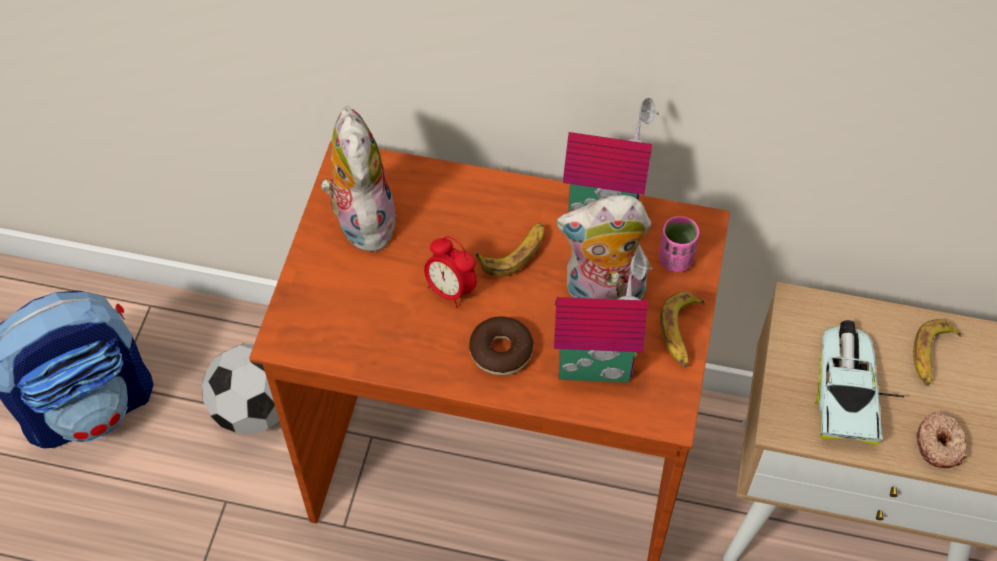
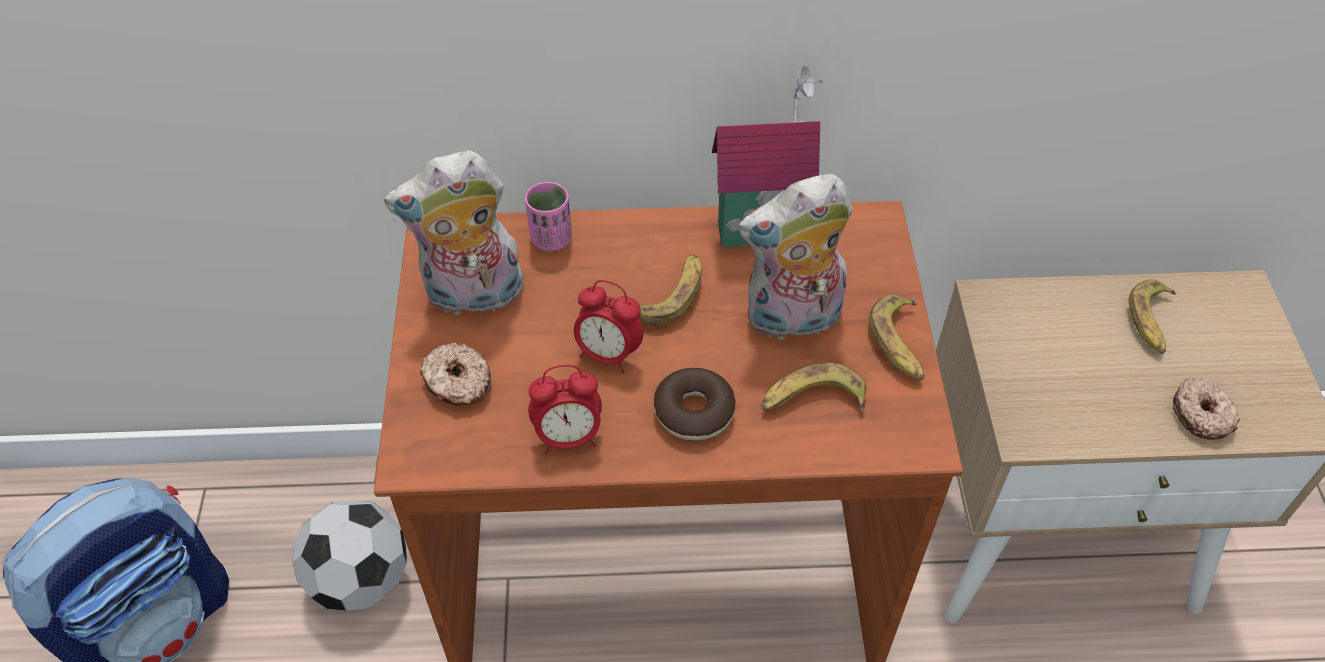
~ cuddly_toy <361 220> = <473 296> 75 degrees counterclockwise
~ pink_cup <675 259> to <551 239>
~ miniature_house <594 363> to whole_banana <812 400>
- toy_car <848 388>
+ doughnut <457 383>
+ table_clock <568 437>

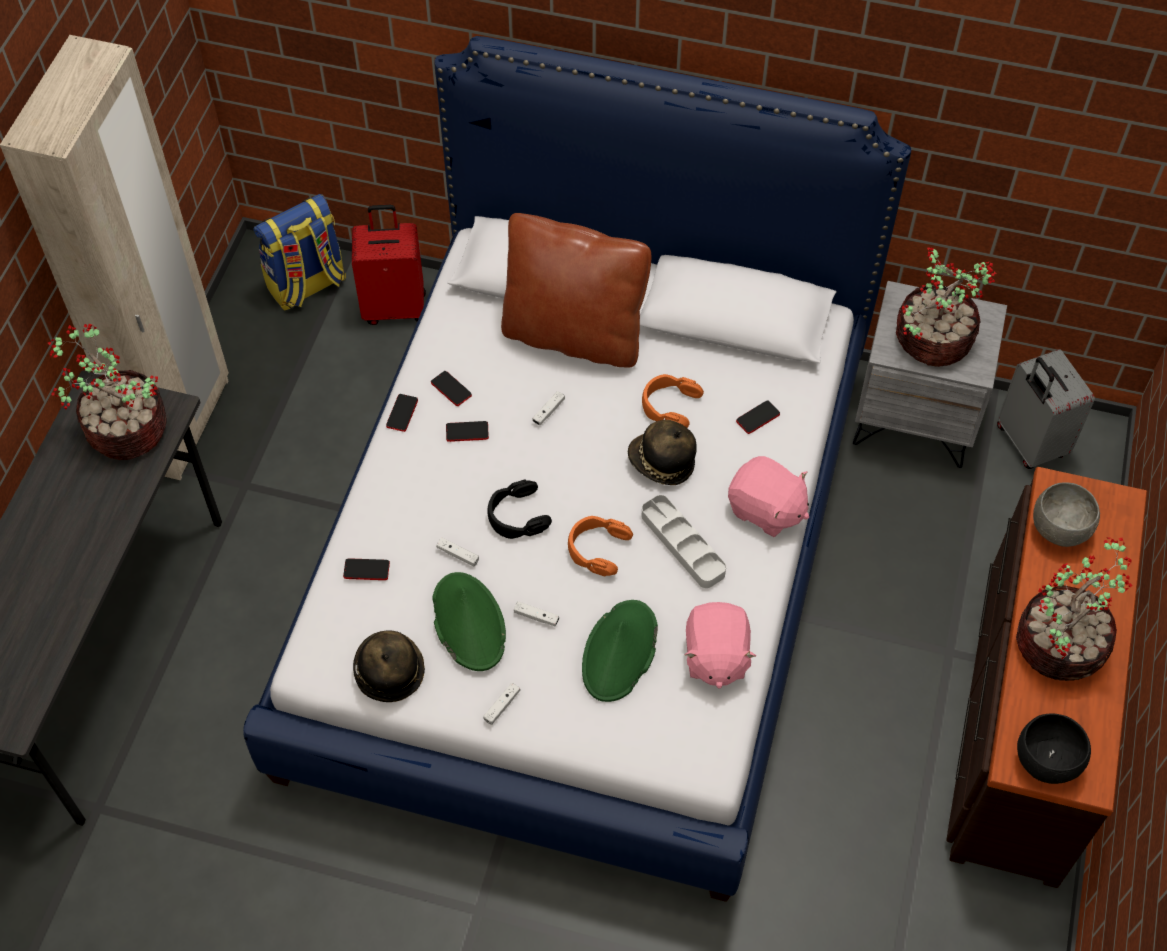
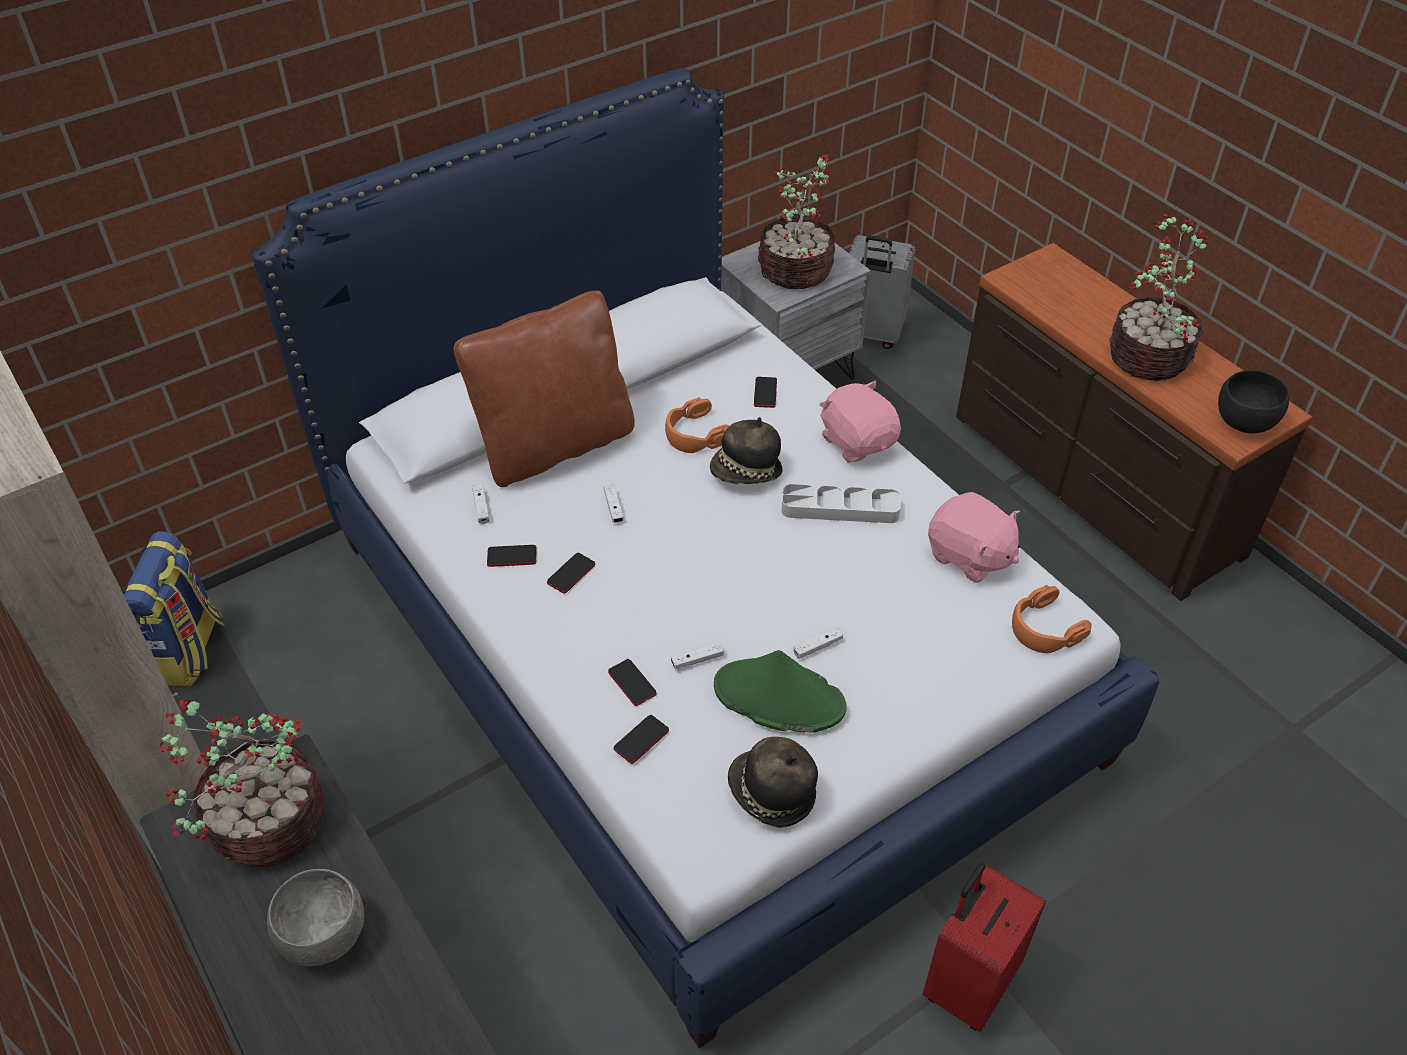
~ reddish_suitcase <395 307> to <968 983>
~ handset <402 413> to <632 683>
~ pink_cuddly_toy <766 510> = <857 442> 105 degrees counterclockwise
- black_pair_of_headphones <517 516>
~ grey_bowl <1059 530> to <326 937>
~ orangey_pair_of_headphones <597 549> to <1044 628>
- greenish_wearable_hat <619 652>
~ whitish_game_controller <502 706> to <481 507>

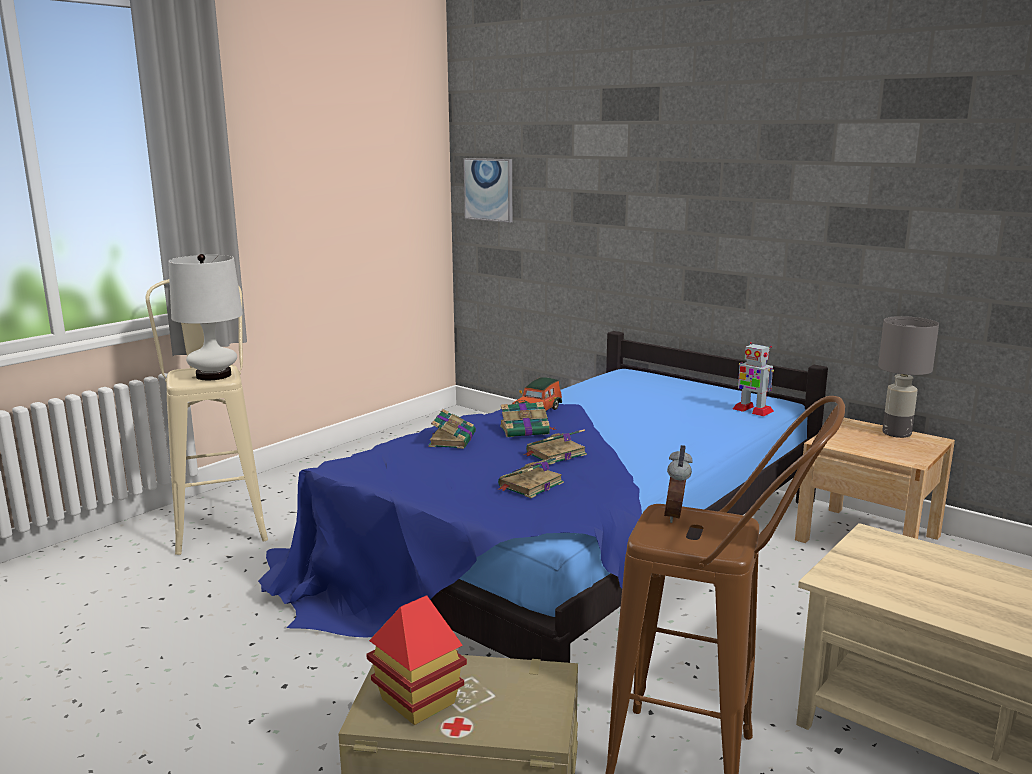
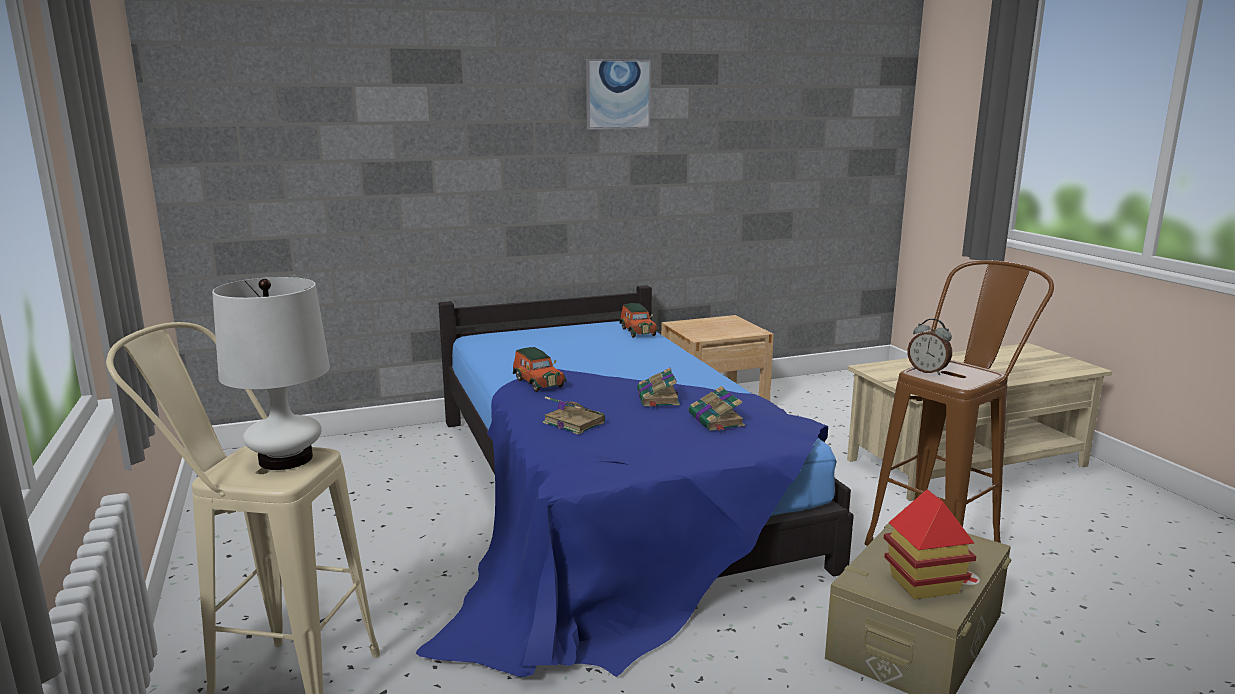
~ wall_picture <489 189> to <618 94>
- grey_lamp_for_a_table <896 434>
~ model_robot <752 410> to toy_car <637 331>
- volume <526 430>

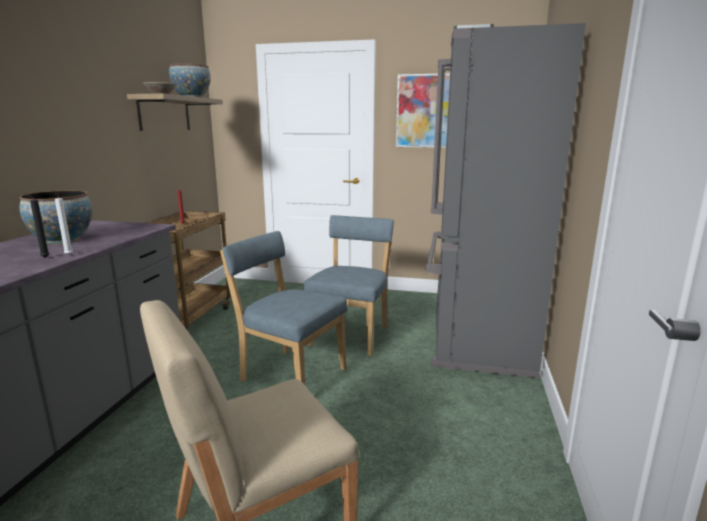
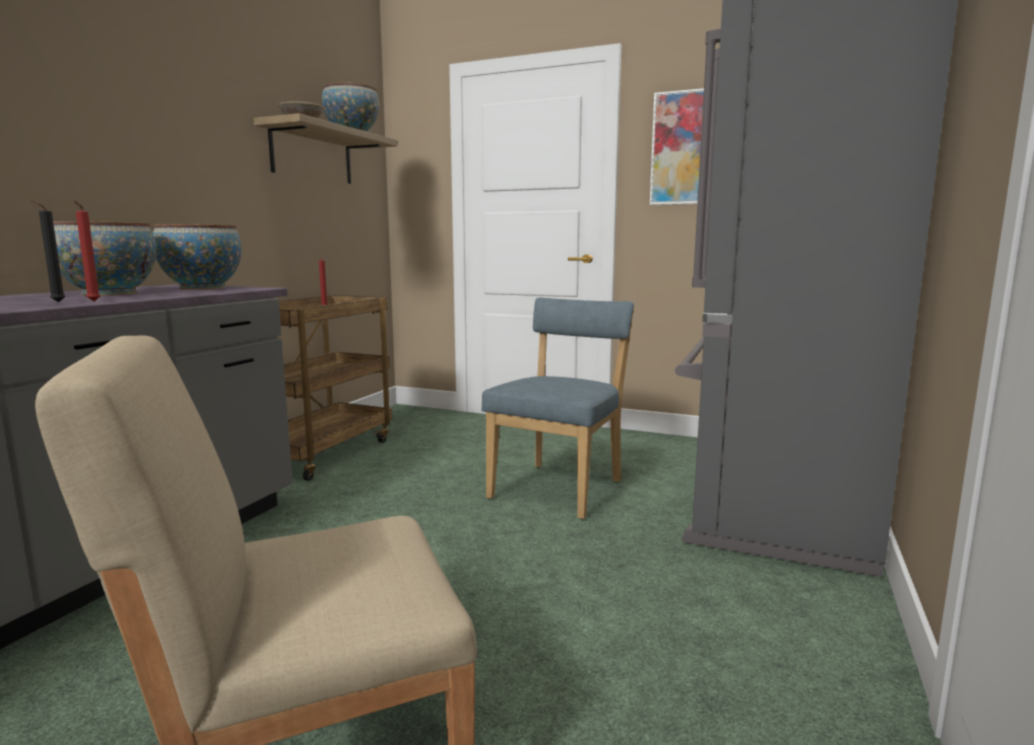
~ whitish_wax_candle <68 255> to reddish_wax_candle <92 301>
- blue-coloured_chair <289 374>
+ bowl <202 288>

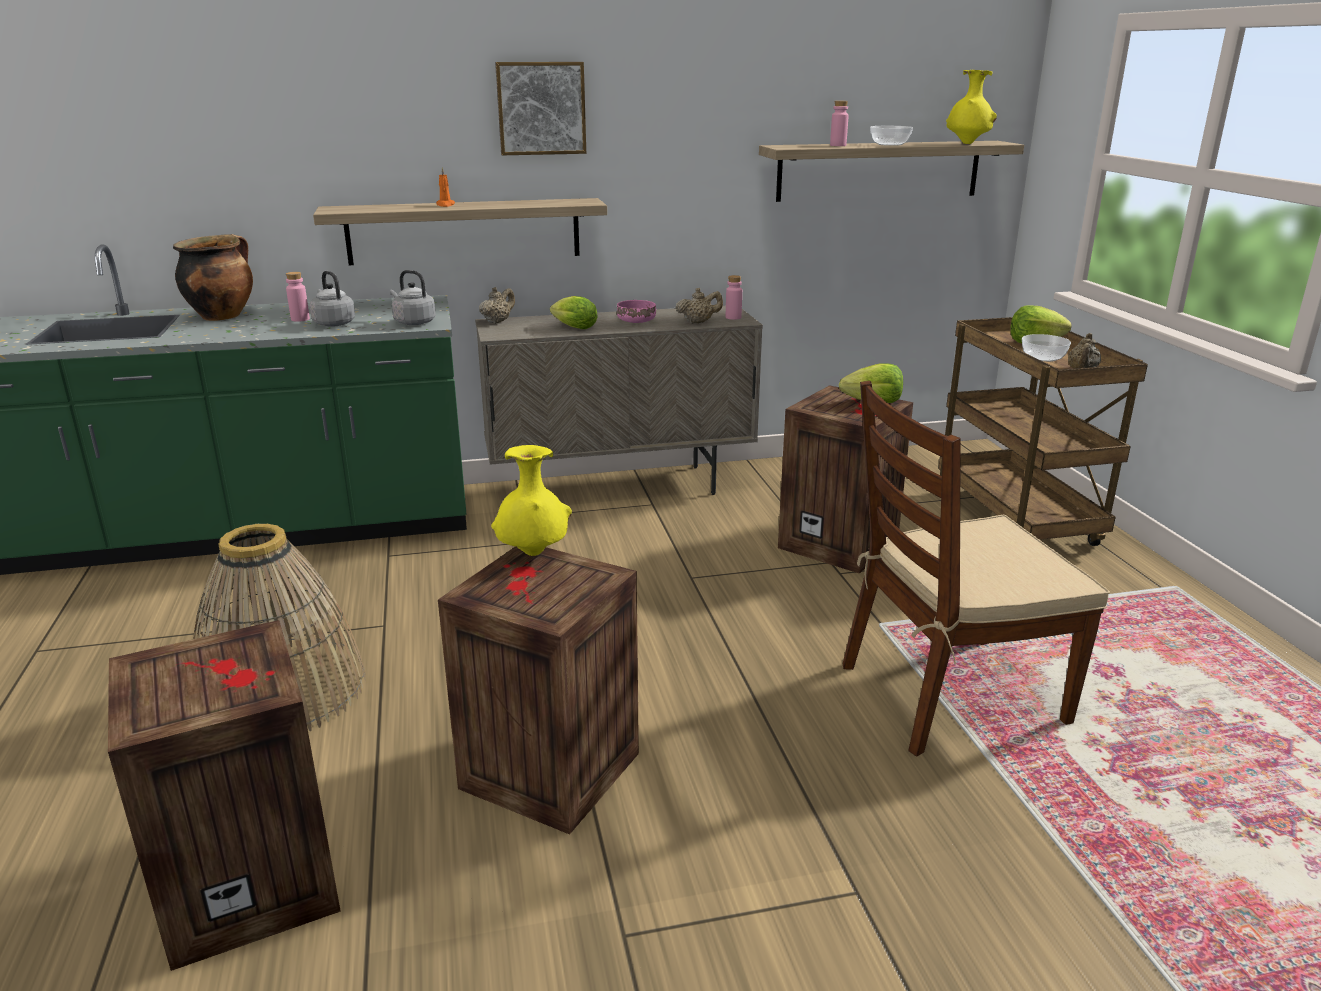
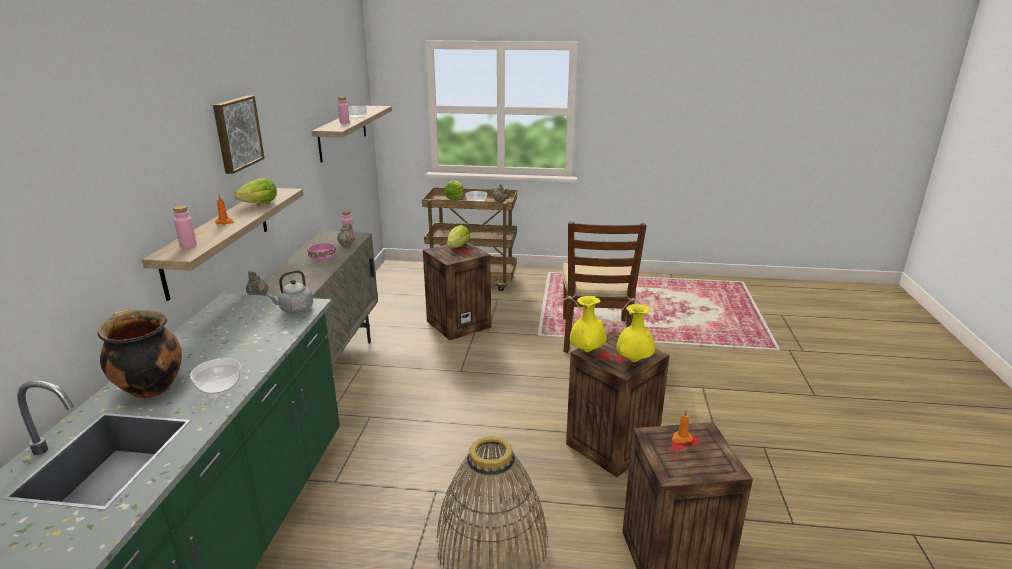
~ yellow_decorative_vase <967 144> to <634 360>
- grey_water_kettle <333 323>
~ pink_bottle <300 319> to <188 245>
~ head_of_lettuce <572 327> to <257 204>
+ bowl <219 385>
+ orangey_wax_candle <681 438>

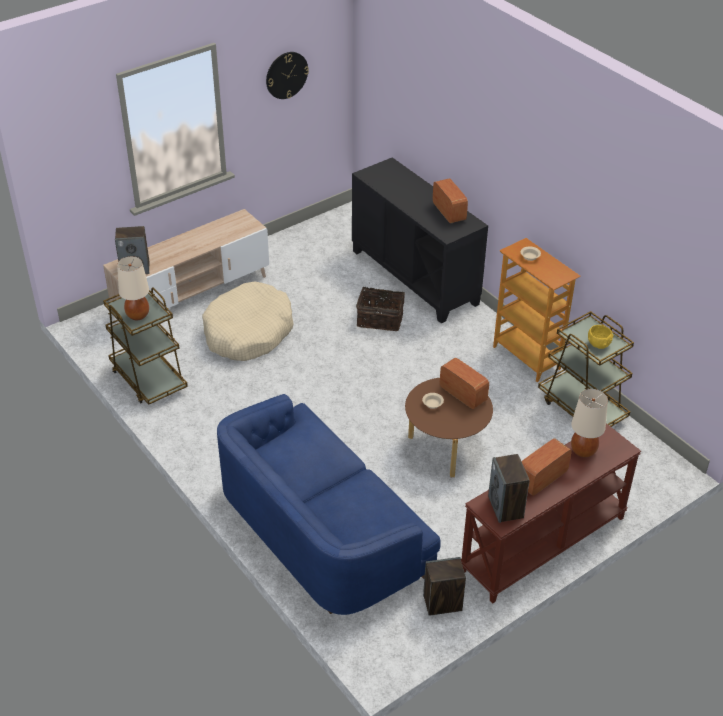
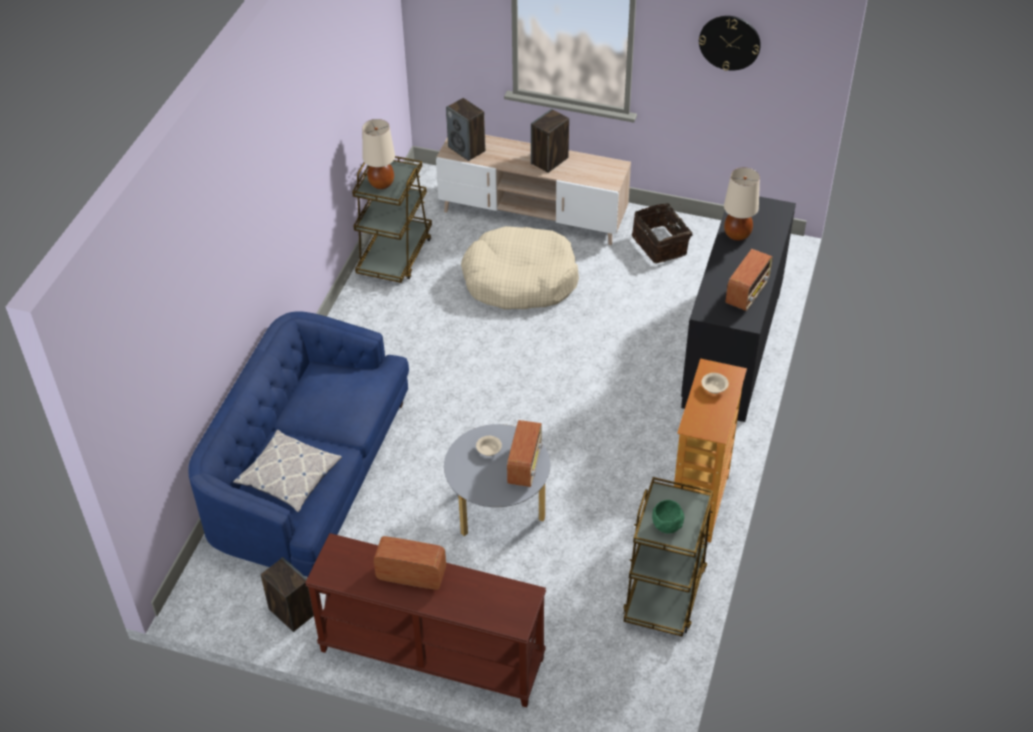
~ household_basket <380 319> to <661 244>
~ yellow_bowl <598 344> to greenish_bowl <667 525>
~ brownish_coffee_table <445 448> to grey_coffee_table <498 508>
~ beige-coloured_lamp_for_a_table <583 451> to <737 235>
~ speaker <506 507> to <549 161>
+ pillow <289 476>

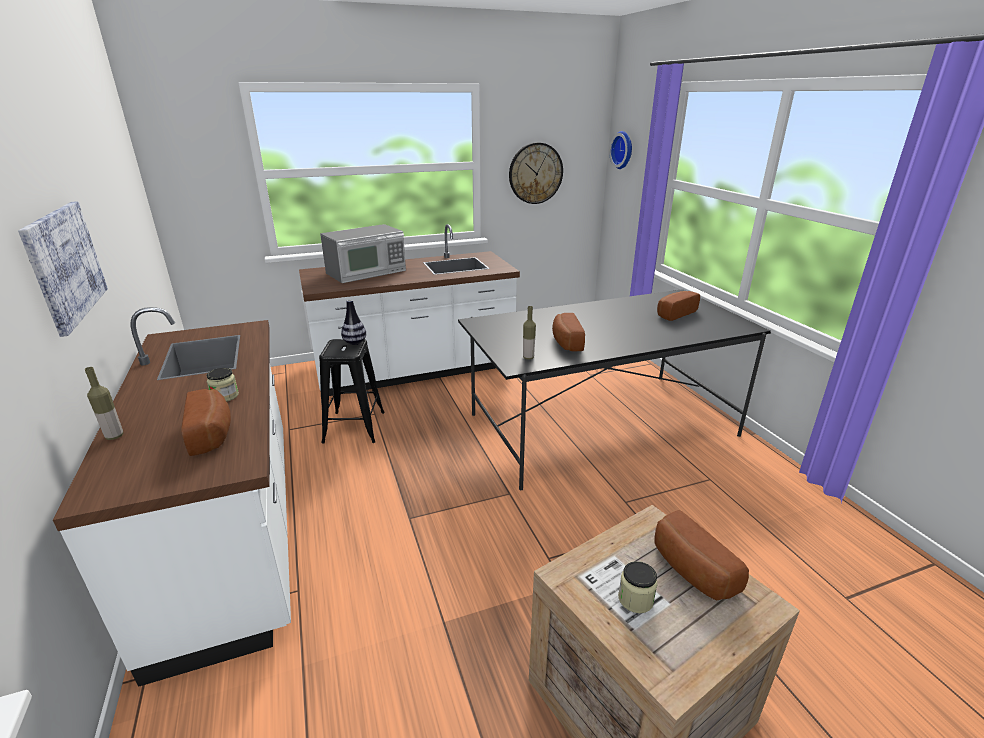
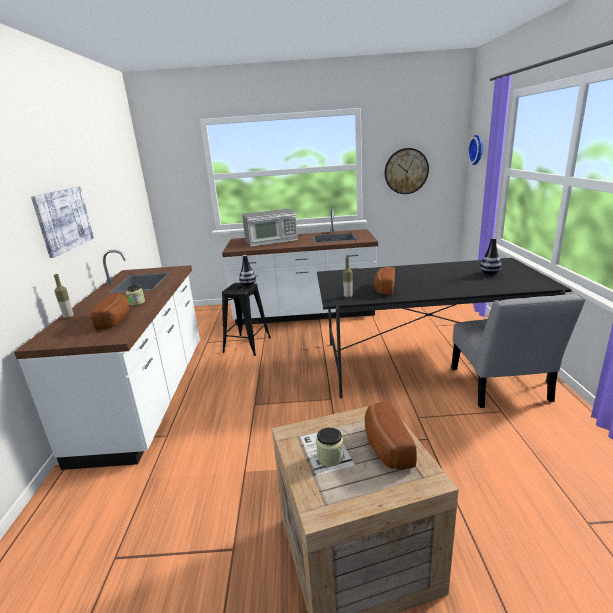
~ bread <674 313> to decorative_vase <489 274>
+ grey_chair <501 387>

